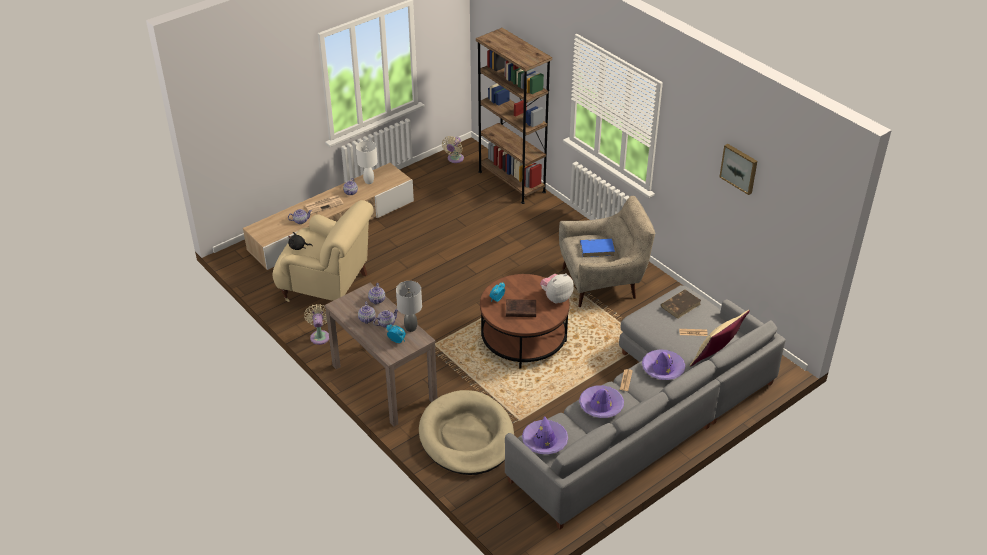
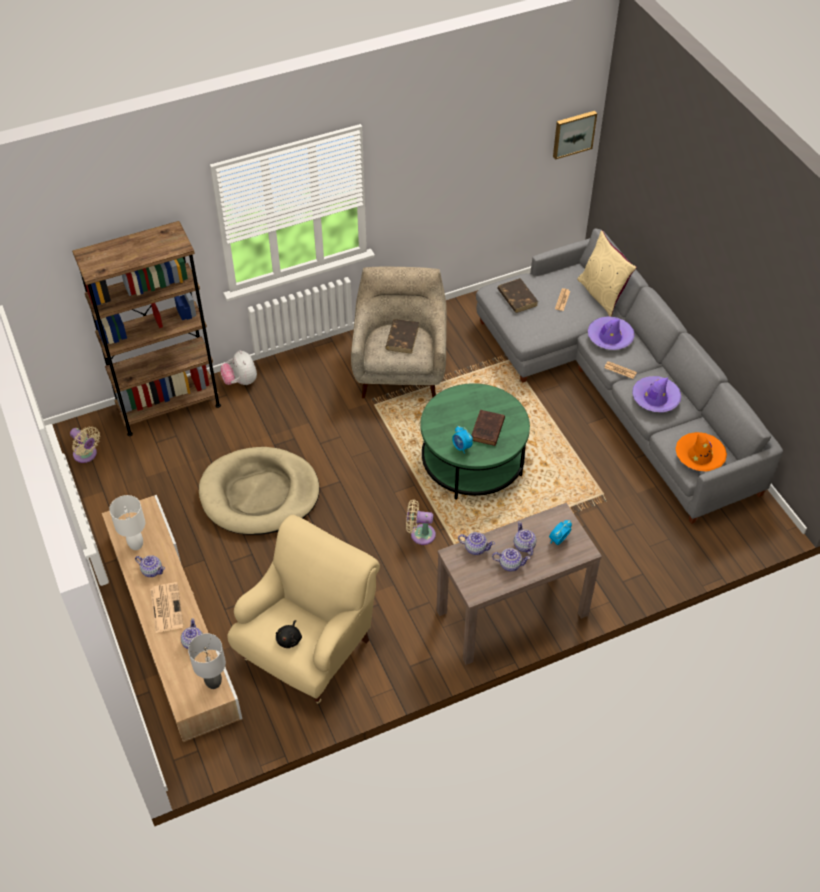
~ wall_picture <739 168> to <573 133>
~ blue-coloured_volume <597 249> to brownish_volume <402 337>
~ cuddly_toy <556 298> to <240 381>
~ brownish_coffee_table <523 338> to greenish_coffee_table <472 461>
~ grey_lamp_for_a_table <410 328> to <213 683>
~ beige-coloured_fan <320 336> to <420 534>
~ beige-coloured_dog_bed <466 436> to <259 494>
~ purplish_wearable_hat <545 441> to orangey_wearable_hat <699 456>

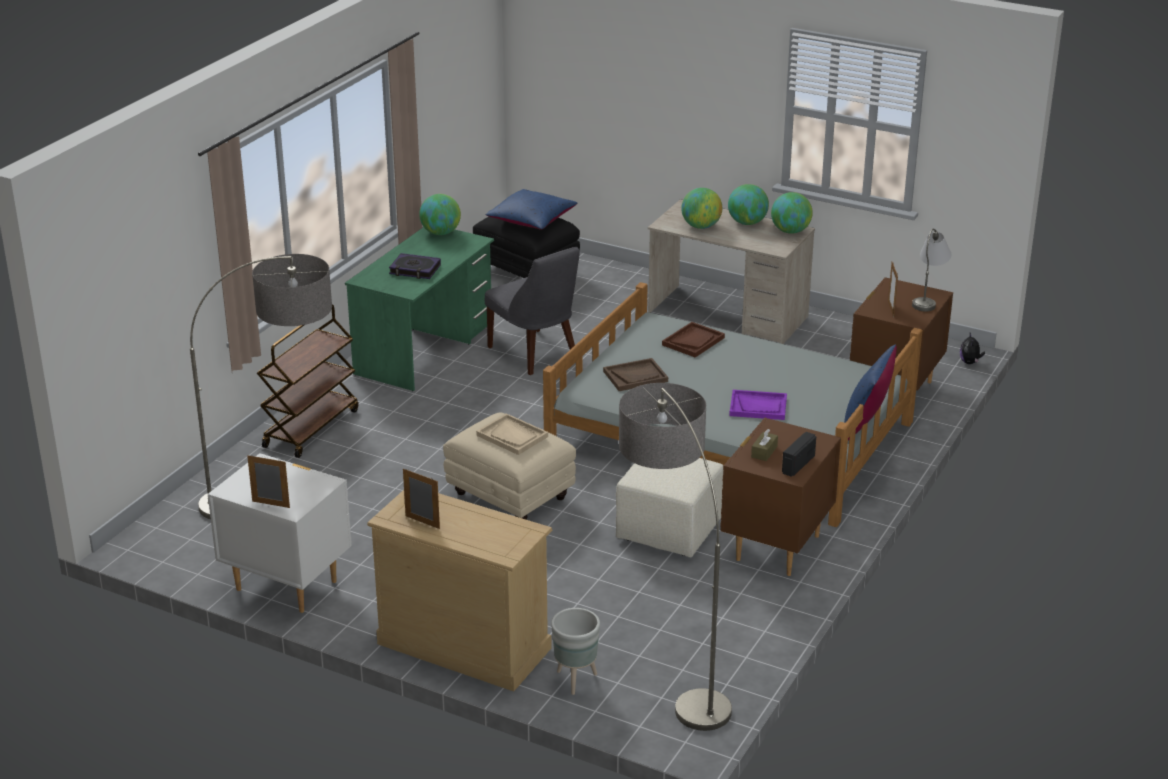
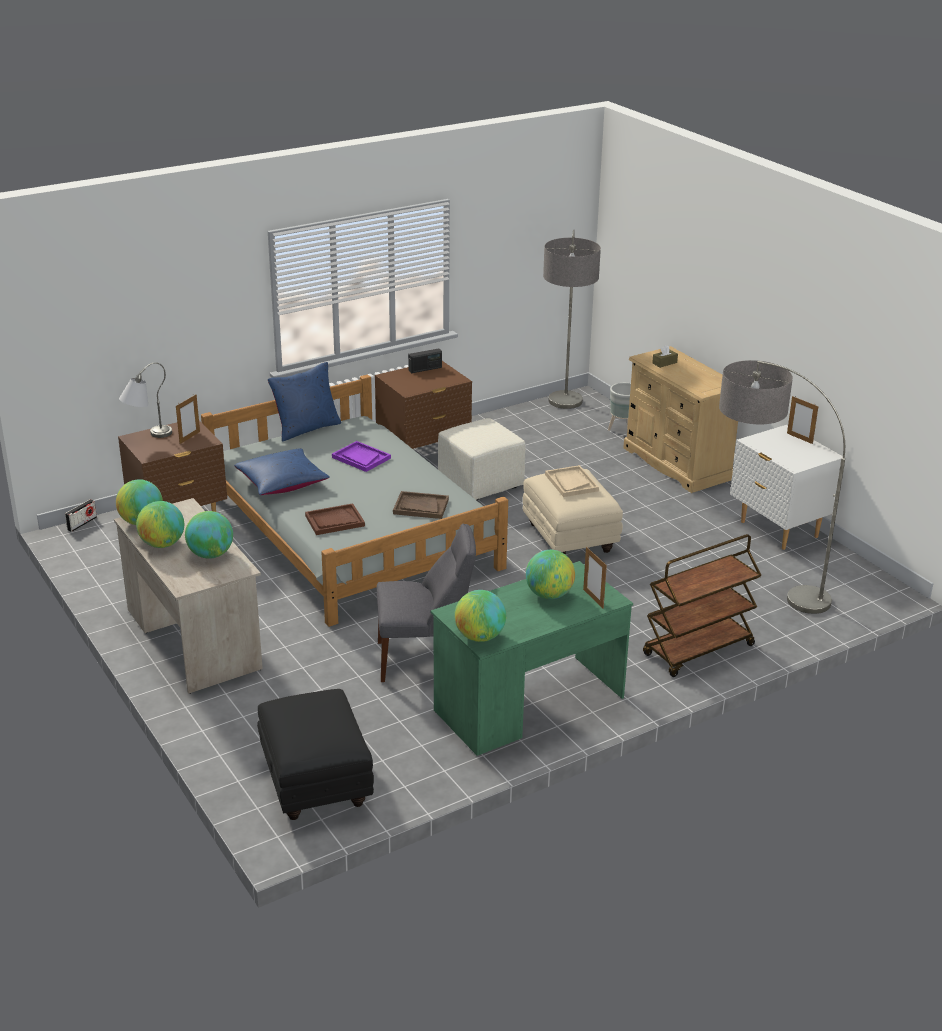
~ blue-coloured_pillow <532 220> to <282 482>
~ grey_chair <535 354> = <424 659> 90 degrees clockwise
~ volume <415 270> to world_globe <549 595>
~ cuddly_toy <970 362> to radio <82 523>
~ brownish_box_of_tissues <764 452> to <664 363>
~ standing_frame <422 522> to <593 599>

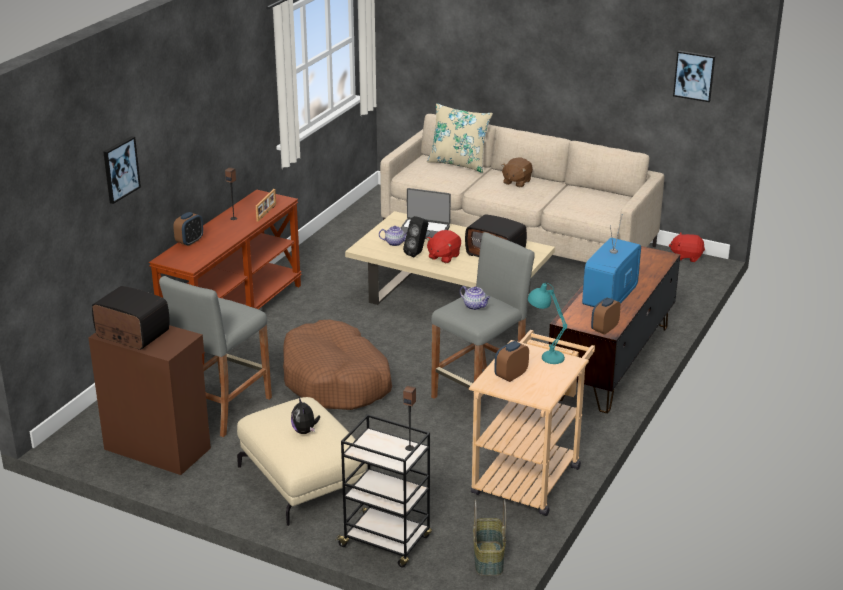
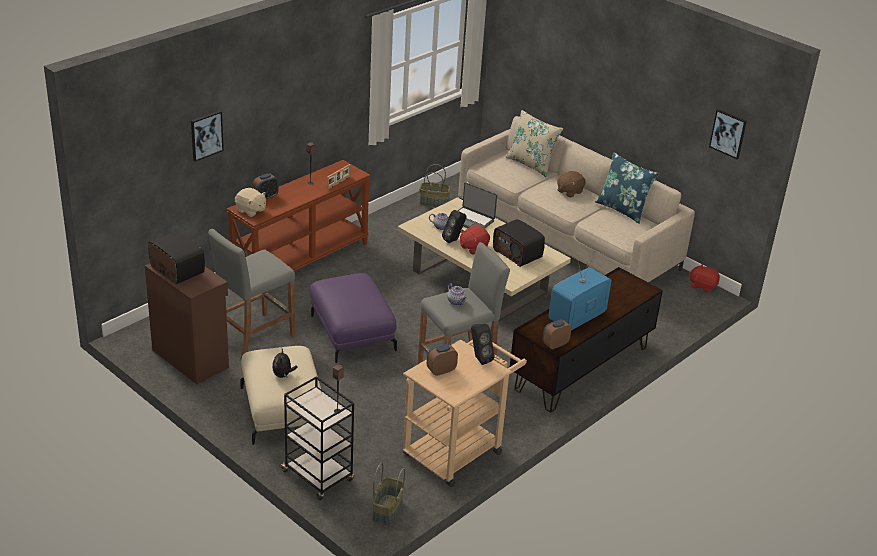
~ turquoise_lamp_for_a_table <545 354> to black_speaker <479 358>
~ brownish_dog_bed <336 381> to purplish_ottoman <351 333>
+ blue-coloured_pillow <622 209>
+ household_basket <434 202>
+ beige-coloured_cuddly_toy <251 211>

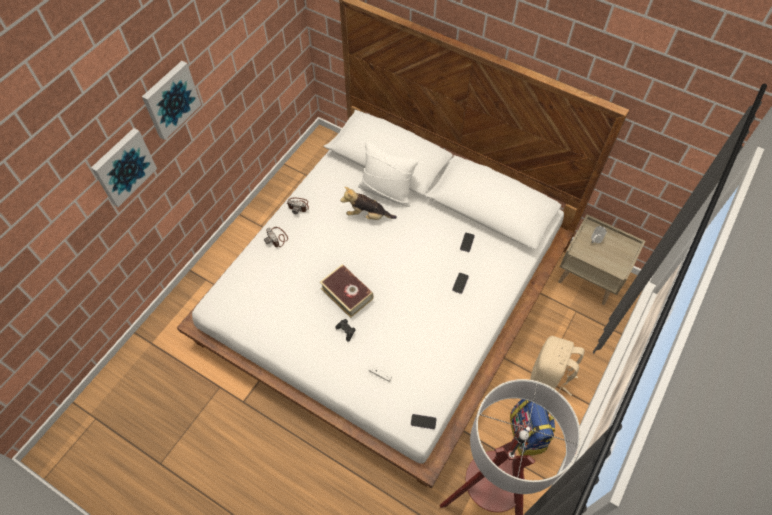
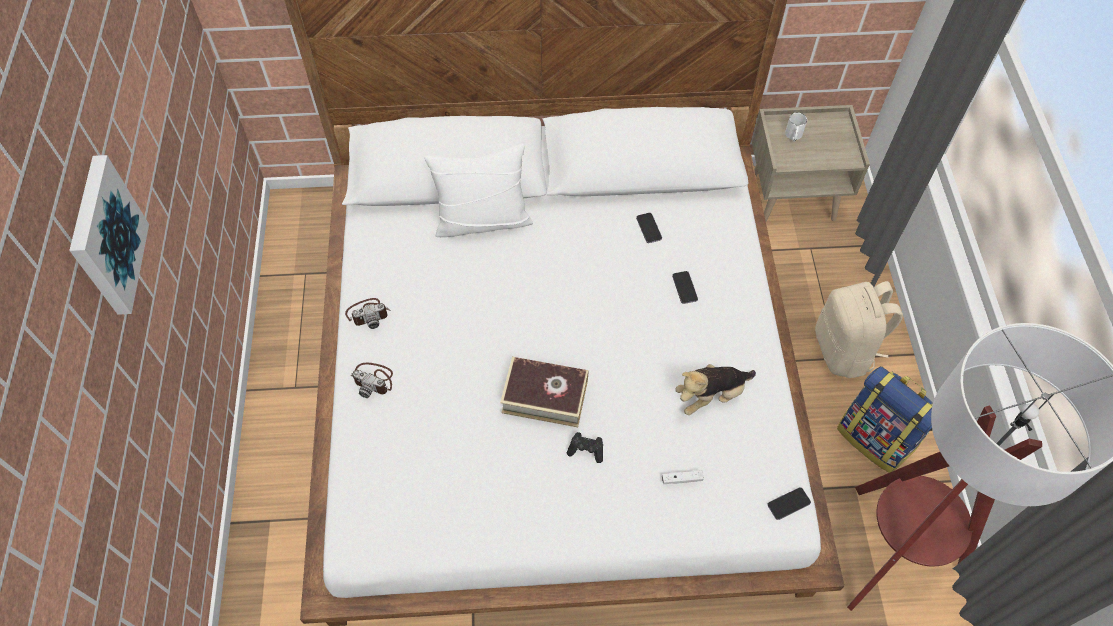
- wall_picture <123 166>
~ cuddly_toy <367 215> to <711 395>

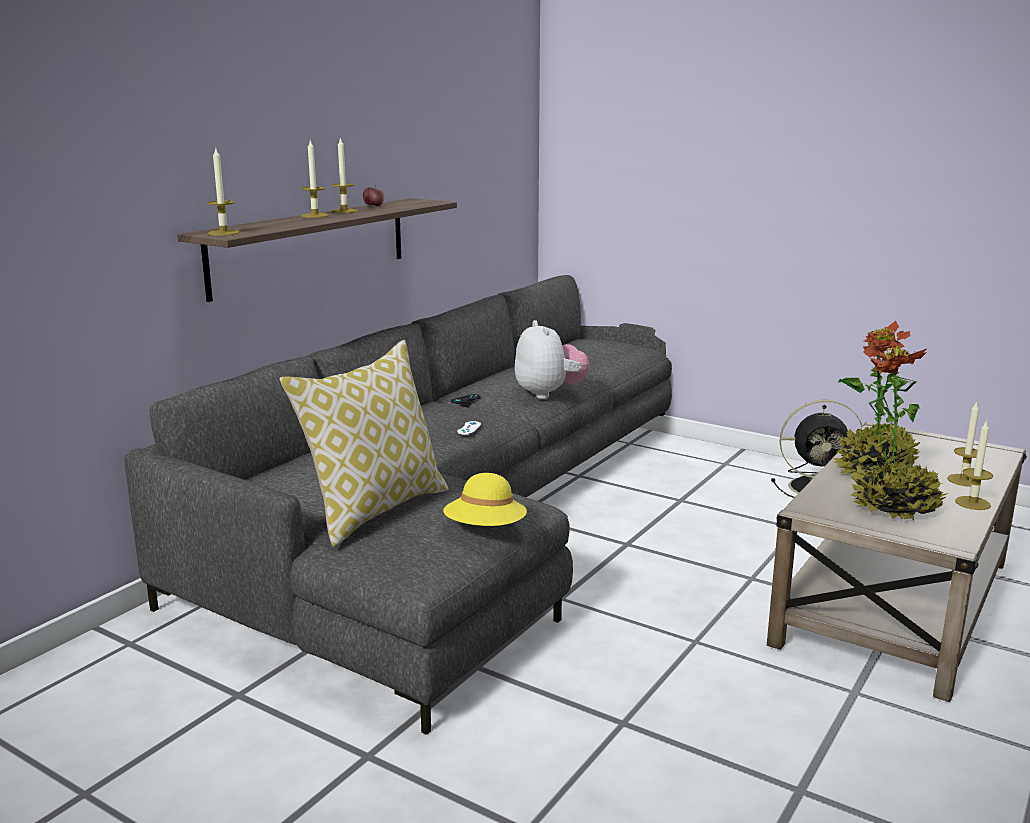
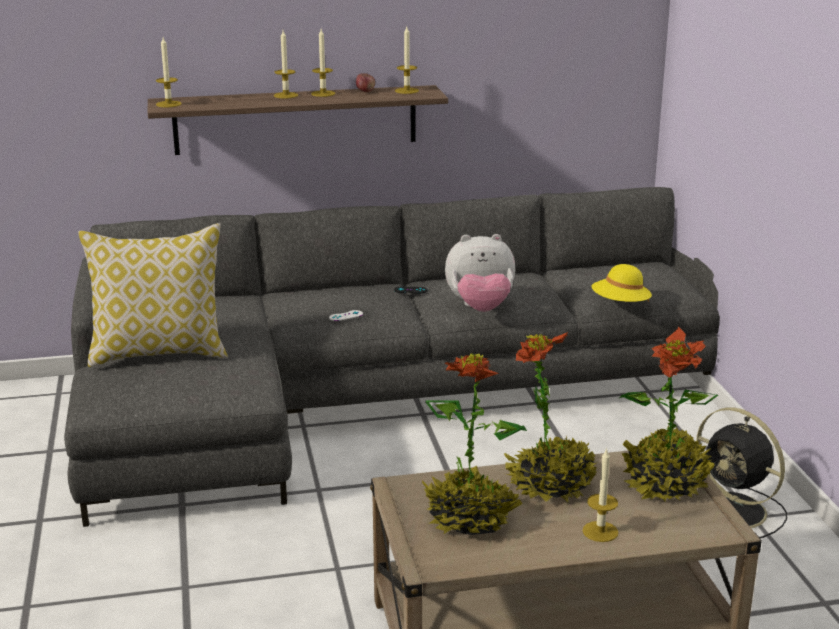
~ cuddly_toy <549 394> = <480 308> 60 degrees clockwise
~ wax_candle <972 503> to <407 91>
~ yellow_wearable_hat <485 530> to <620 304>
+ houseplant <665 482>

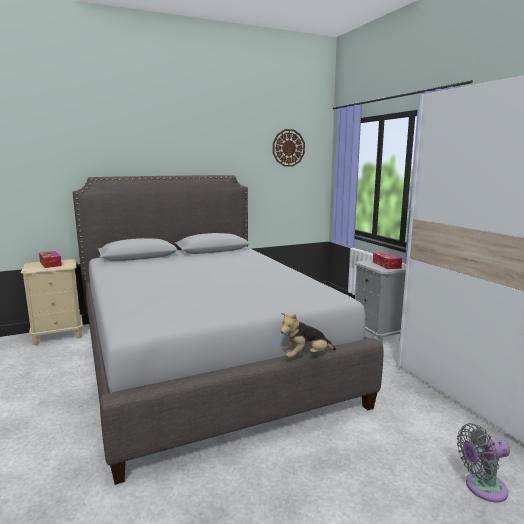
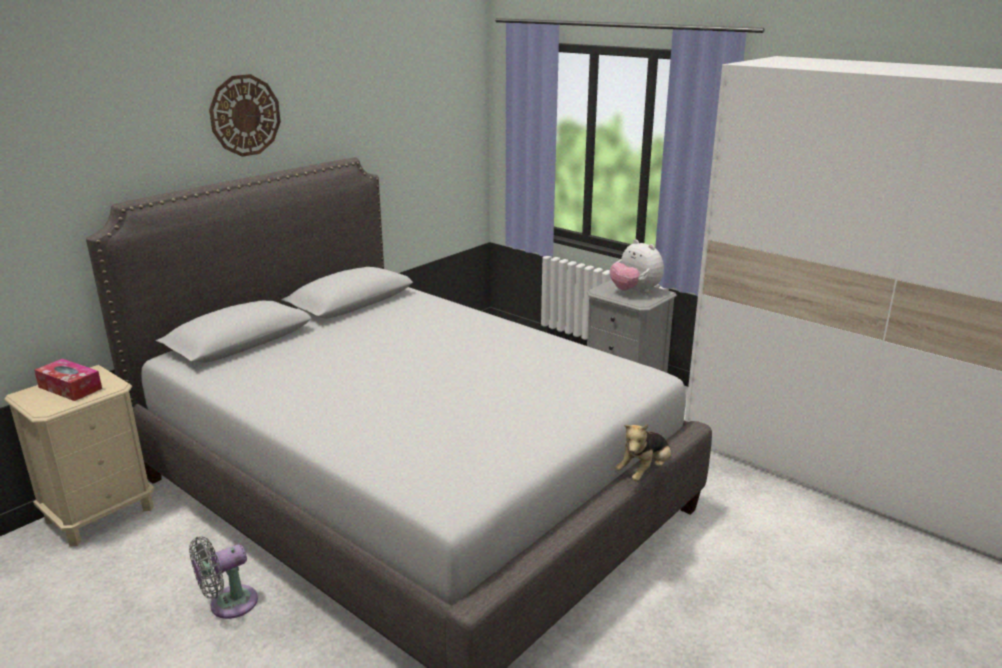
~ clock_on_the_wall <288 148> to <245 115>
~ box_of_tissues <386 265> to cuddly_toy <635 291>
~ grey_fan <482 488> to <228 604>

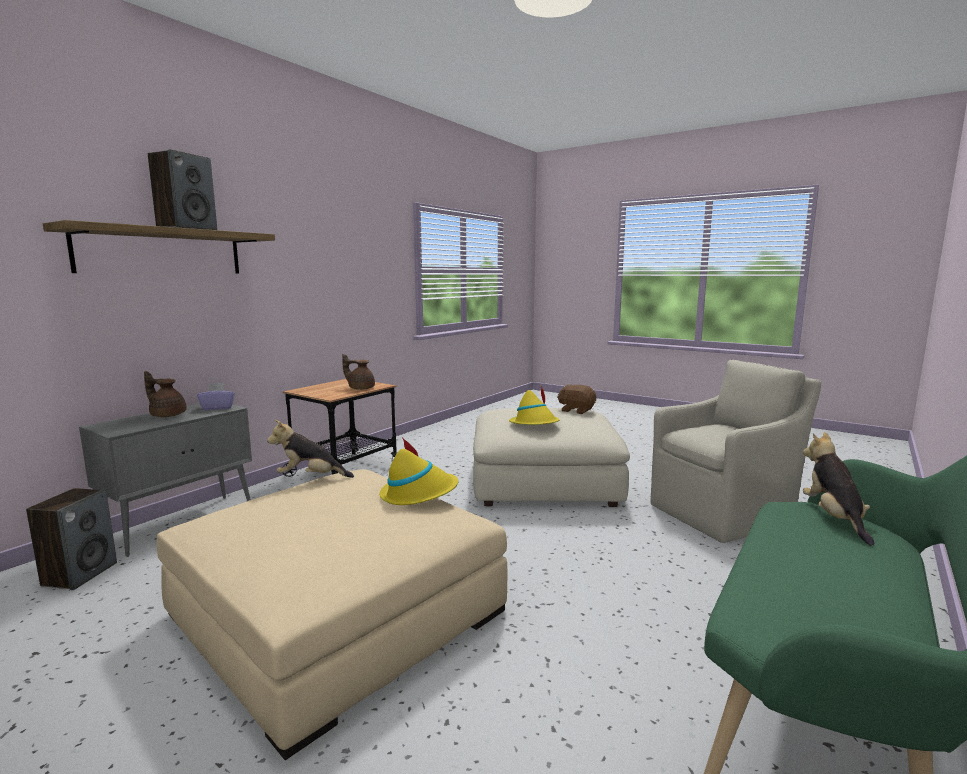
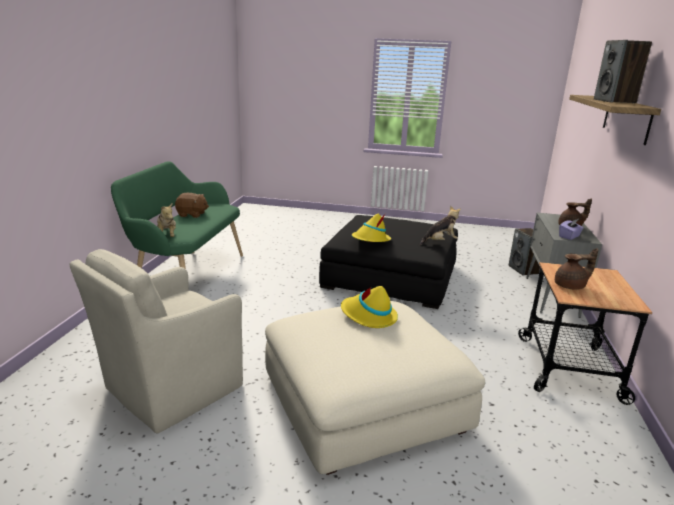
~ brownish_cuddly_toy <576 410> to <192 215>
~ beige-coloured_ottoman <338 613> to black_ottoman <390 276>

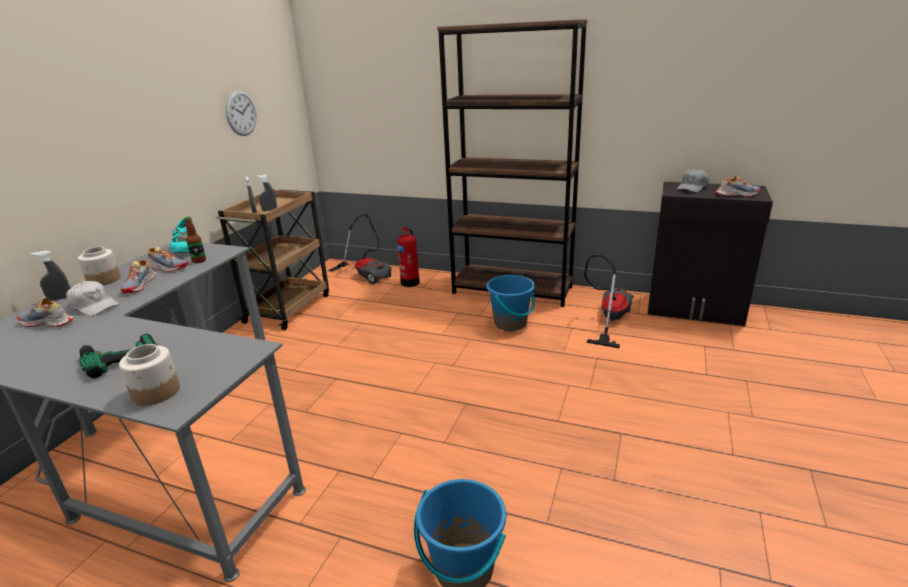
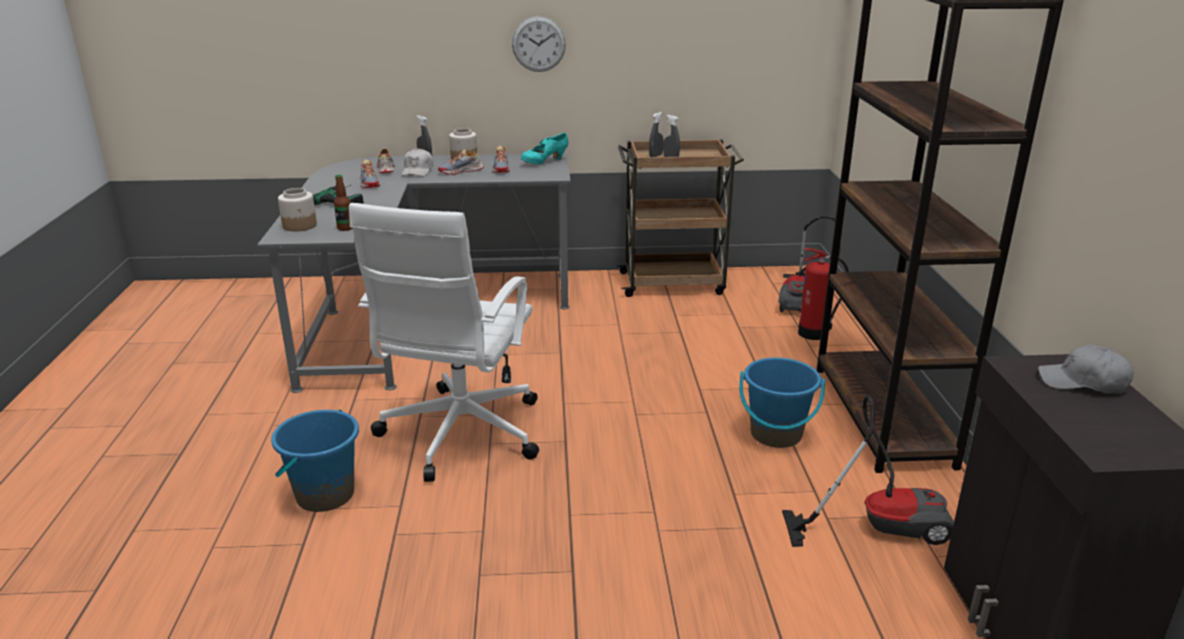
~ clock_on_the_wall <241 113> to <538 44>
~ item_of_footwear <736 194> to <369 183>
~ bottle <199 261> to <345 228>
+ whitish_computer_chair <459 435>

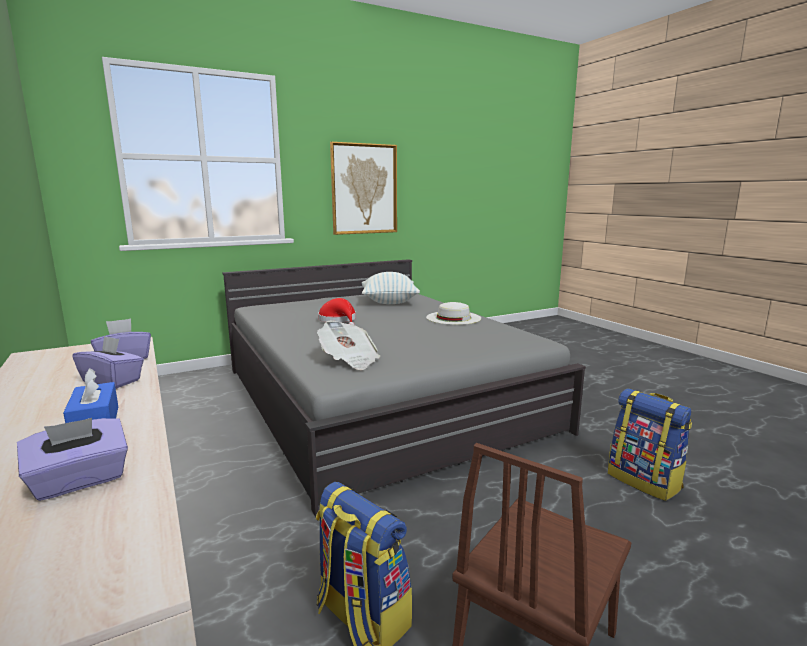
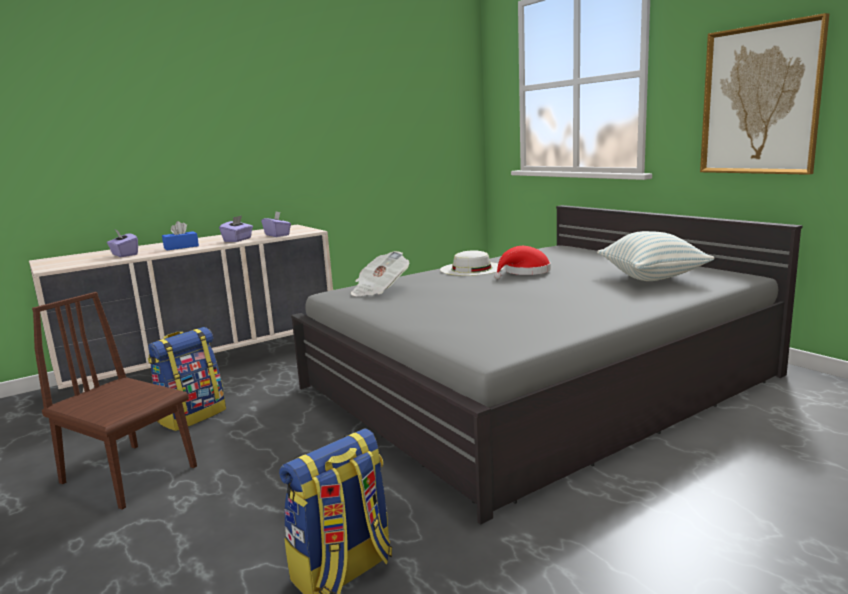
~ whitish_wearable_hat <453 318> to <471 268>

